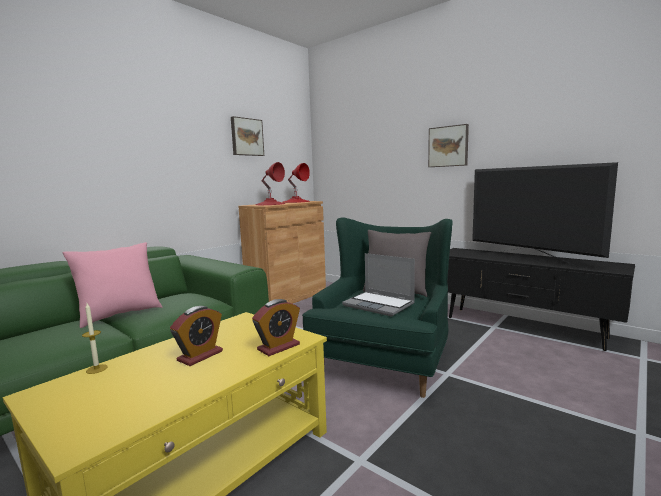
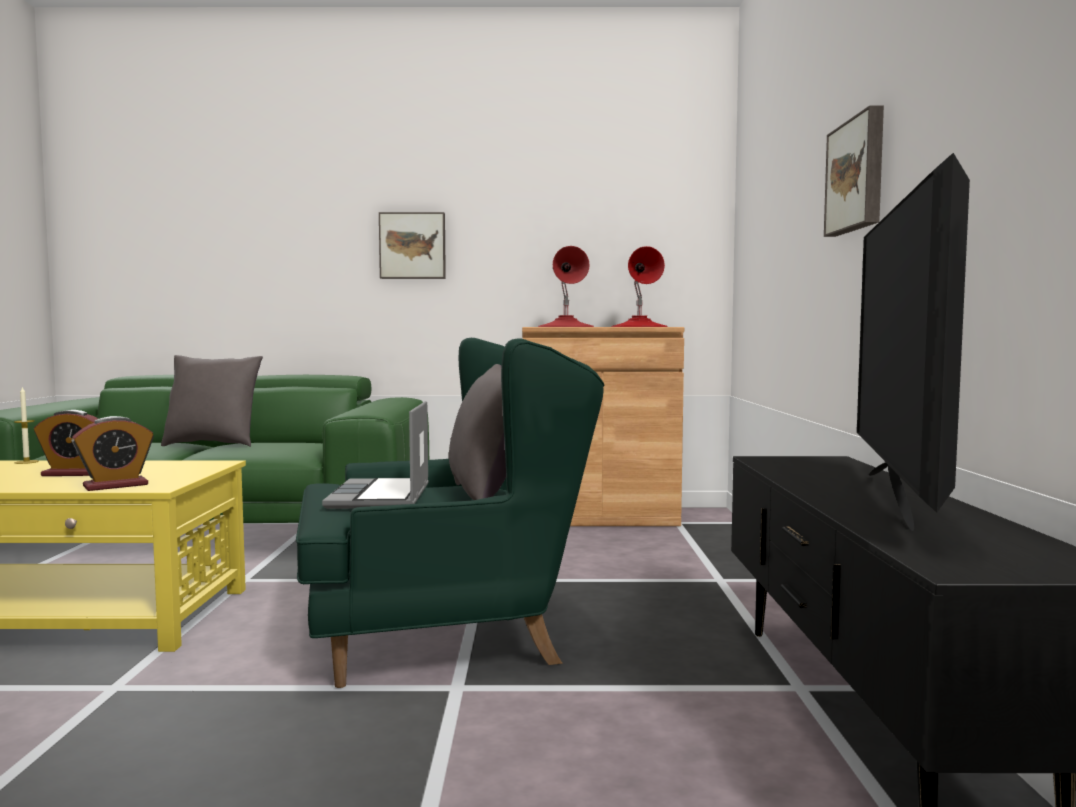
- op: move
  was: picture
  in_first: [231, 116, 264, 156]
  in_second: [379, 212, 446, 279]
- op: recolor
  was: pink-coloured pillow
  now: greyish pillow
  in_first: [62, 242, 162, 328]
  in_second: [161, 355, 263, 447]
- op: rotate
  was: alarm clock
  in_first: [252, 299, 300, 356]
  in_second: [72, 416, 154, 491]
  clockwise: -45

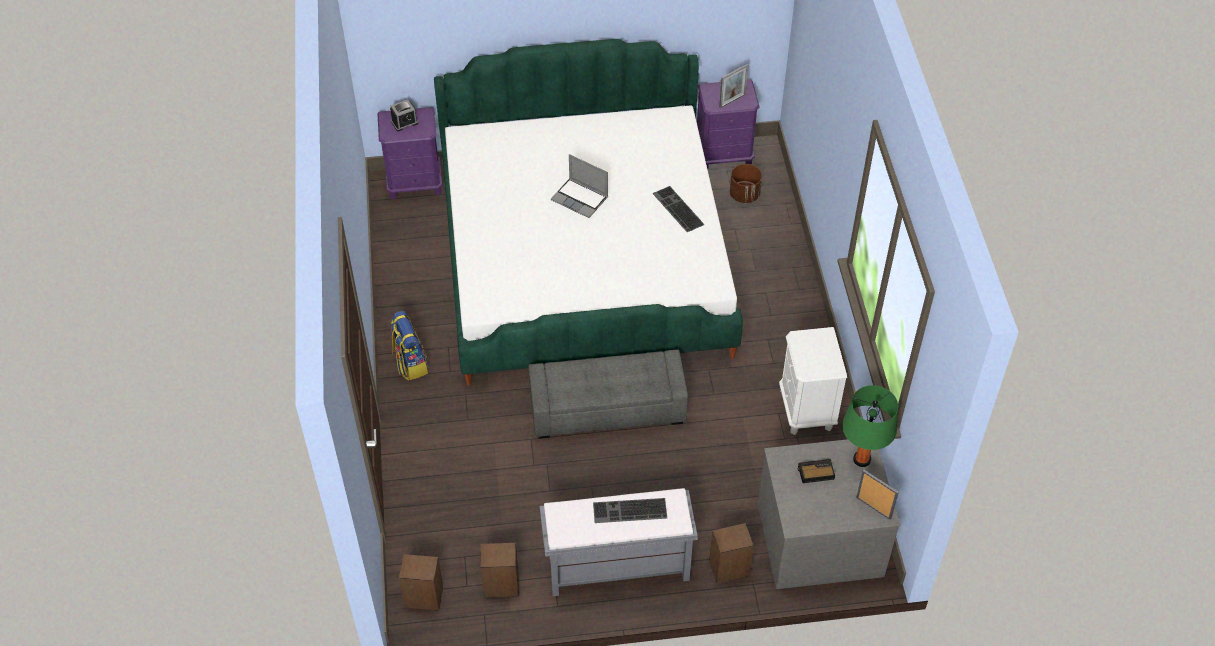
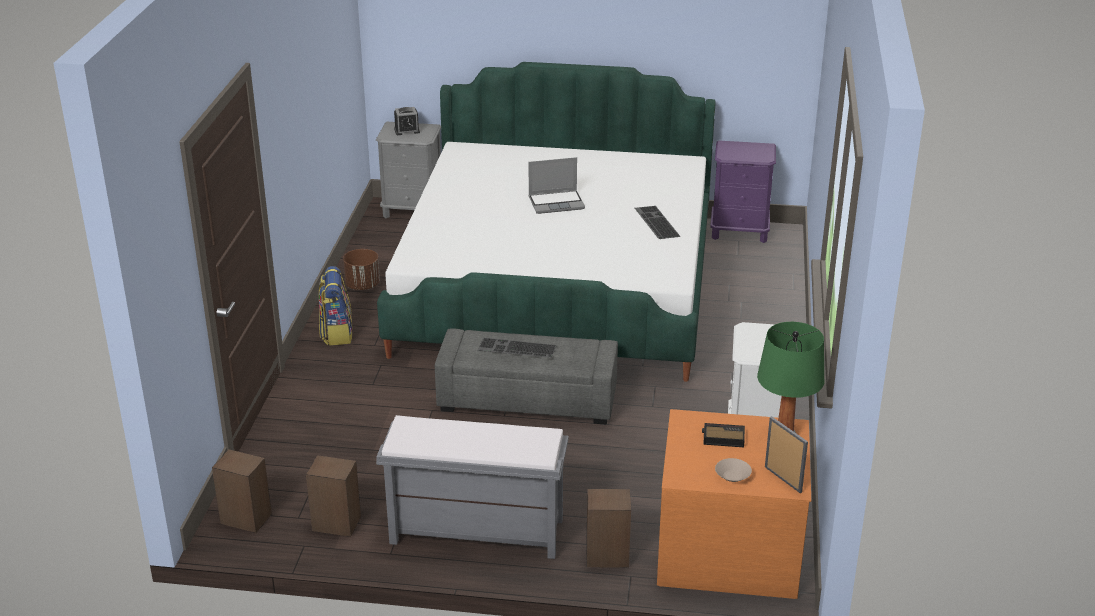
- op: delete
  was: photo frame
  in_first: [719, 64, 748, 108]
- op: insert
  now: beige serving bowl
  in_second: [715, 458, 752, 482]
- op: move
  was: PC keyboard
  in_first: [593, 498, 667, 523]
  in_second: [478, 338, 556, 358]
- op: move
  was: brownish flower pot
  in_first: [730, 164, 762, 203]
  in_second: [343, 249, 380, 290]
- op: recolor
  was: purple-coloured bedside table
  now: greyish bedside table
  in_first: [377, 107, 442, 200]
  in_second: [376, 121, 441, 218]
- op: recolor
  was: greyish dresser
  now: orangey dresser
  in_first: [758, 439, 900, 589]
  in_second: [657, 409, 811, 599]
- op: rotate
  was: notebook computer
  in_first: [551, 154, 608, 218]
  in_second: [529, 157, 585, 214]
  clockwise: -60

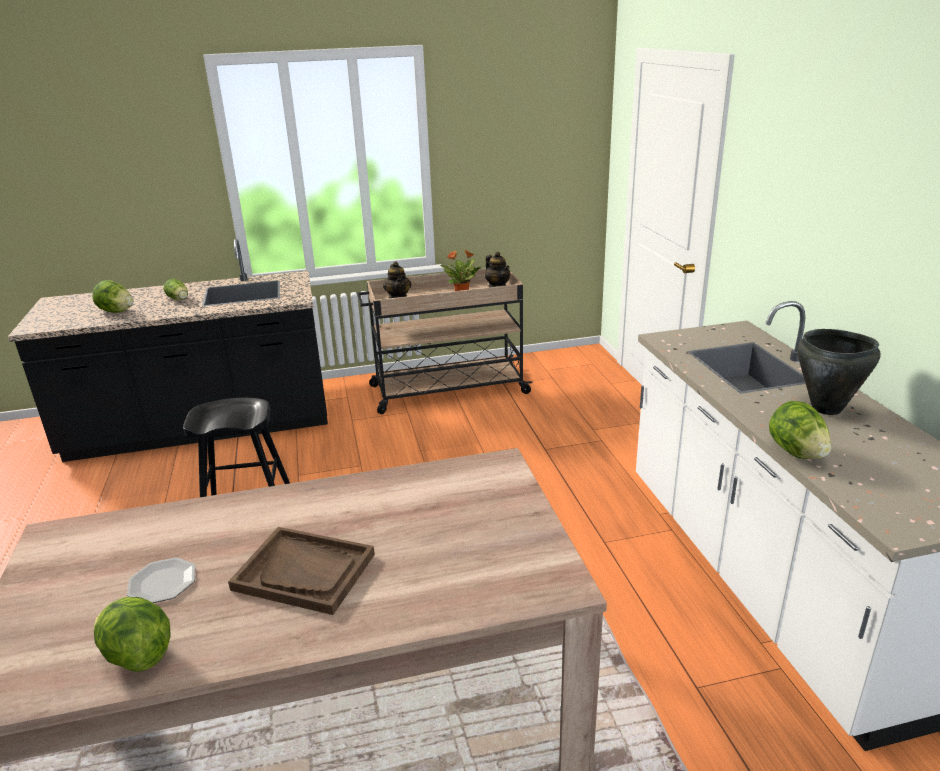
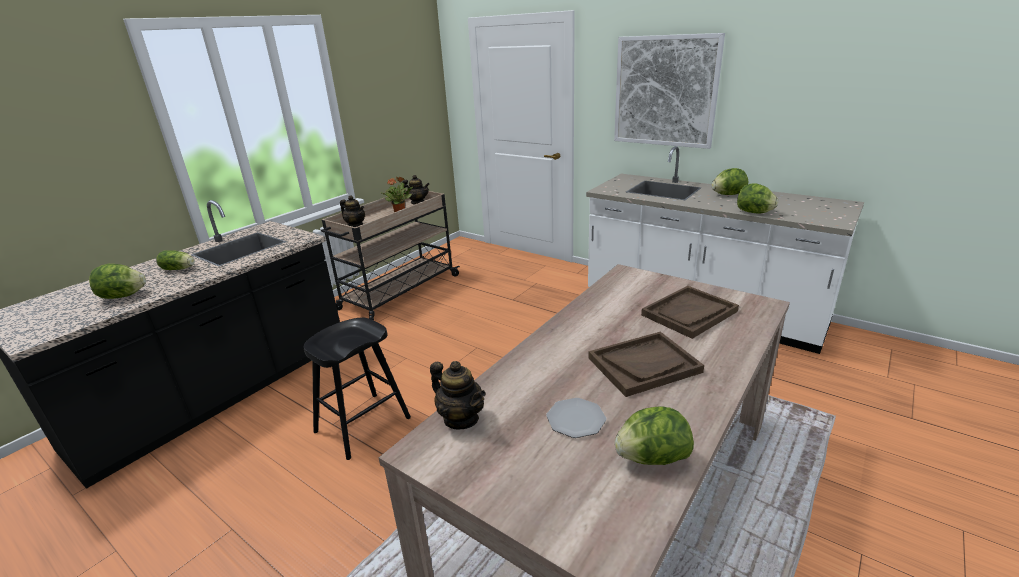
- op: insert
  now: pot for tea
  in_second: [430, 361, 486, 429]
- op: insert
  now: picture
  in_second: [614, 33, 725, 149]
- op: insert
  now: brownish tray
  in_second: [641, 286, 739, 339]
- op: replace
  was: blackish stockpot
  now: head of lettuce
  in_first: [797, 329, 881, 415]
  in_second: [712, 168, 748, 195]

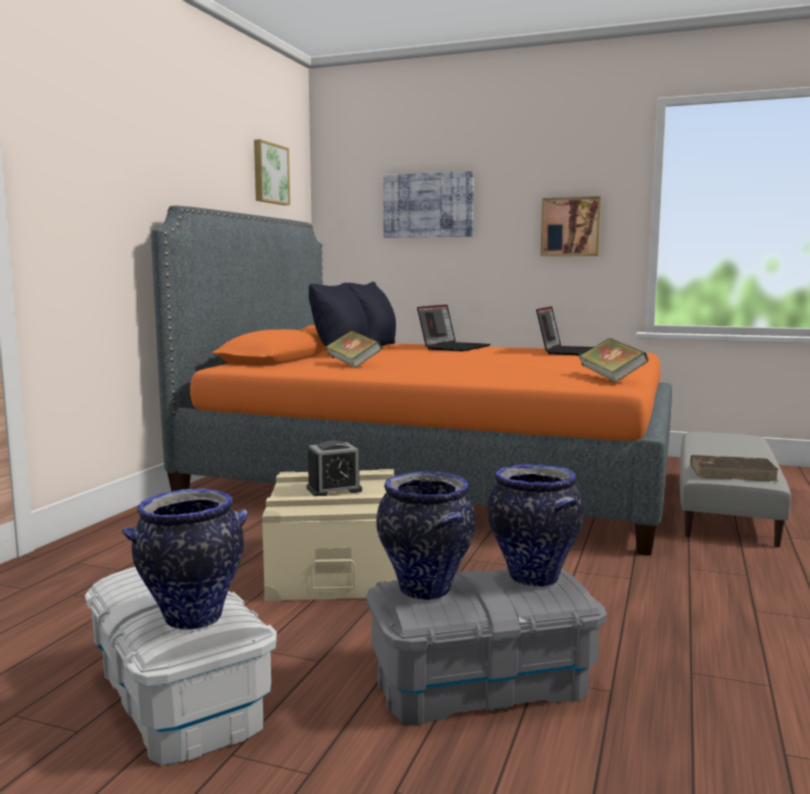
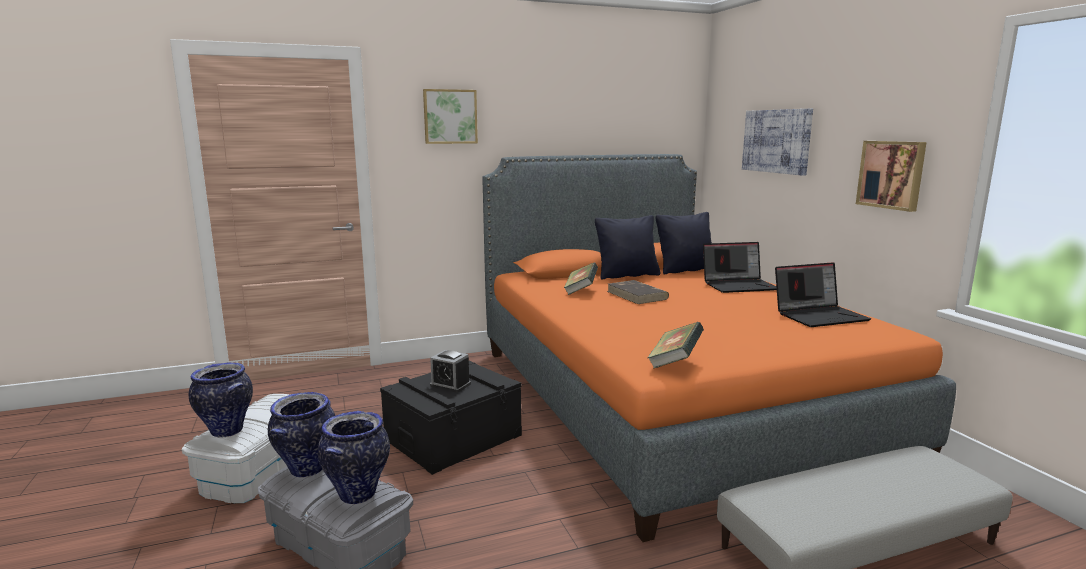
- op: move
  was: picture
  in_first: [254, 139, 290, 205]
  in_second: [423, 89, 478, 144]
- op: move
  was: brownish book
  in_first: [691, 455, 779, 481]
  in_second: [607, 280, 669, 304]
- op: recolor
  was: beige storage container
  now: blackish storage container
  in_first: [262, 469, 398, 601]
  in_second: [380, 361, 522, 475]

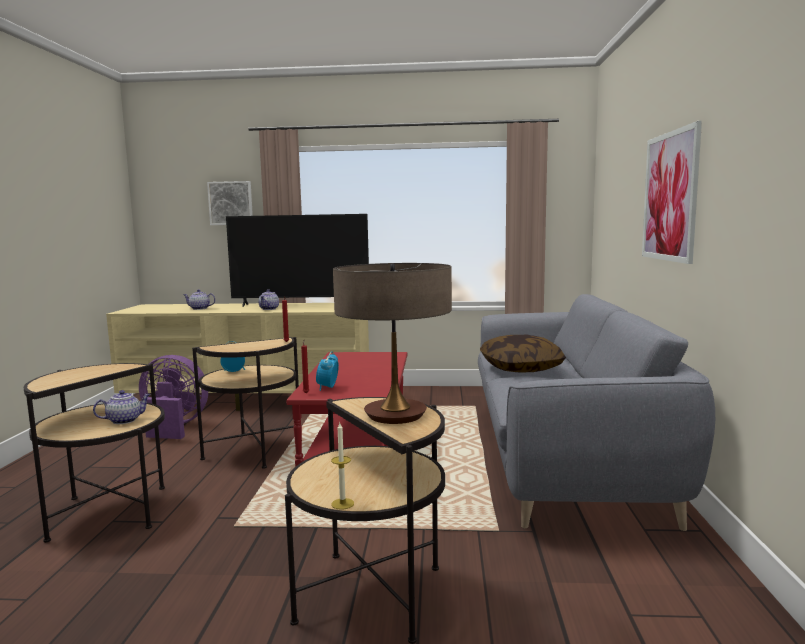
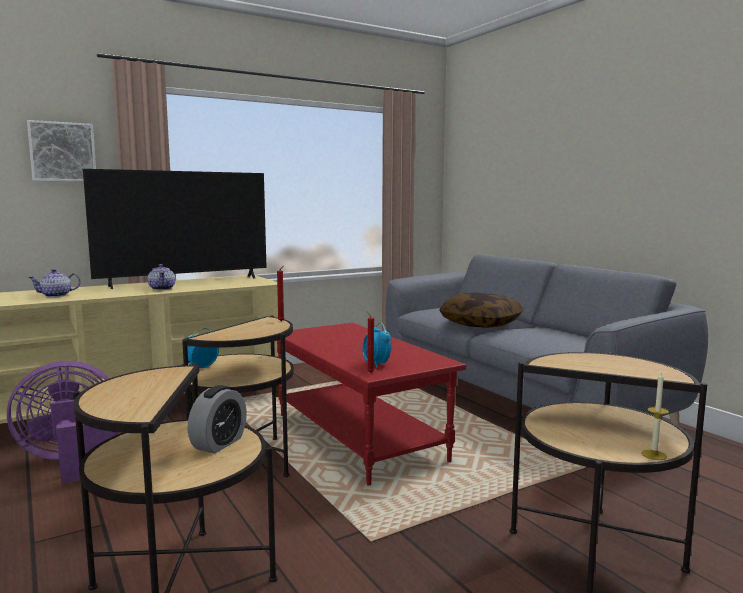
- op: delete
  was: tabletop lamp
  in_first: [333, 263, 452, 424]
- op: delete
  was: picture
  in_first: [642, 121, 702, 264]
- op: replace
  was: pot for tea
  now: alarm clock
  in_first: [93, 390, 151, 424]
  in_second: [187, 385, 247, 453]

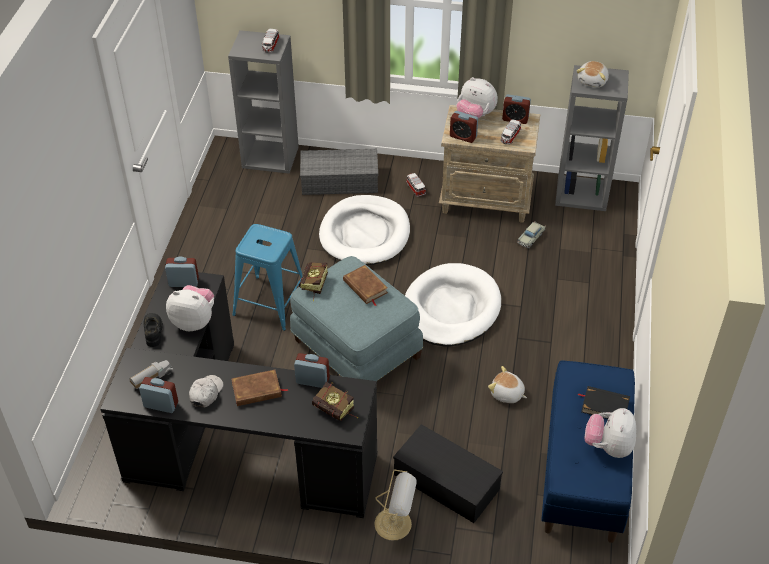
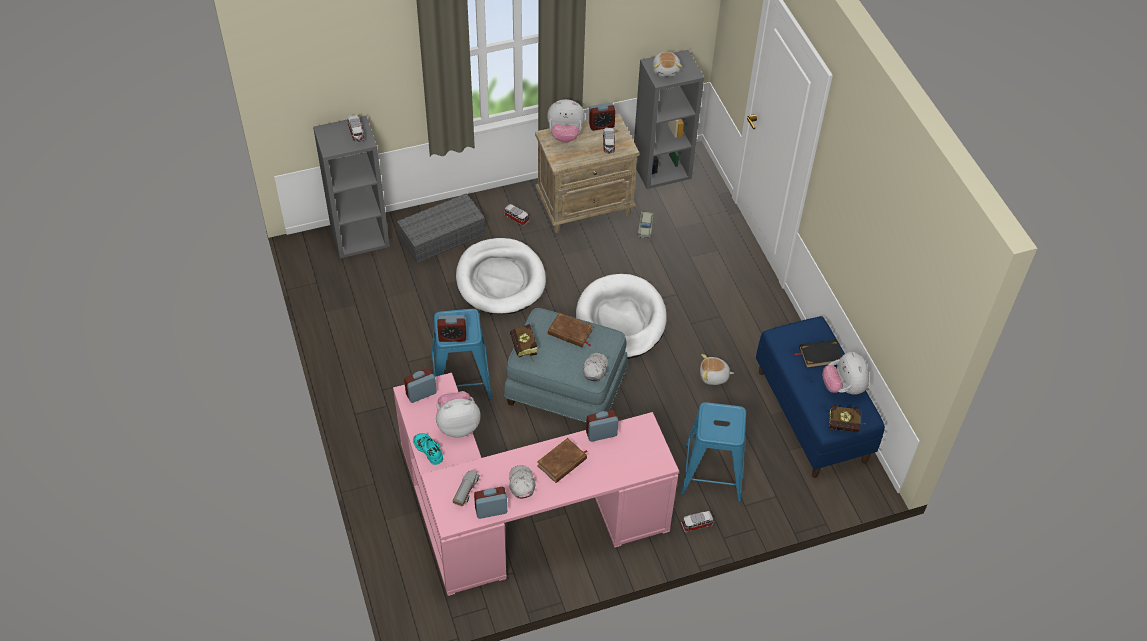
- op: insert
  now: whitish cap
  in_second: [583, 353, 608, 381]
- op: move
  was: book
  in_first: [312, 382, 359, 420]
  in_second: [829, 404, 866, 432]
- op: move
  was: alarm clock
  in_first: [450, 111, 478, 143]
  in_second: [437, 315, 466, 342]
- op: replace
  was: tabletop lamp
  now: model car
  in_first: [374, 469, 417, 541]
  in_second: [681, 511, 714, 533]
- op: replace
  was: blackish storage container
  now: blue stool seat
  in_first: [393, 424, 503, 523]
  in_second: [681, 402, 746, 502]
- op: recolor
  was: blackish desk unit
  now: pink-coloured desk unit
  in_first: [100, 268, 378, 518]
  in_second: [393, 373, 679, 596]
- op: recolor
  was: blackish low shoe
  now: blue-green low shoe
  in_first: [144, 313, 163, 347]
  in_second: [413, 433, 443, 465]

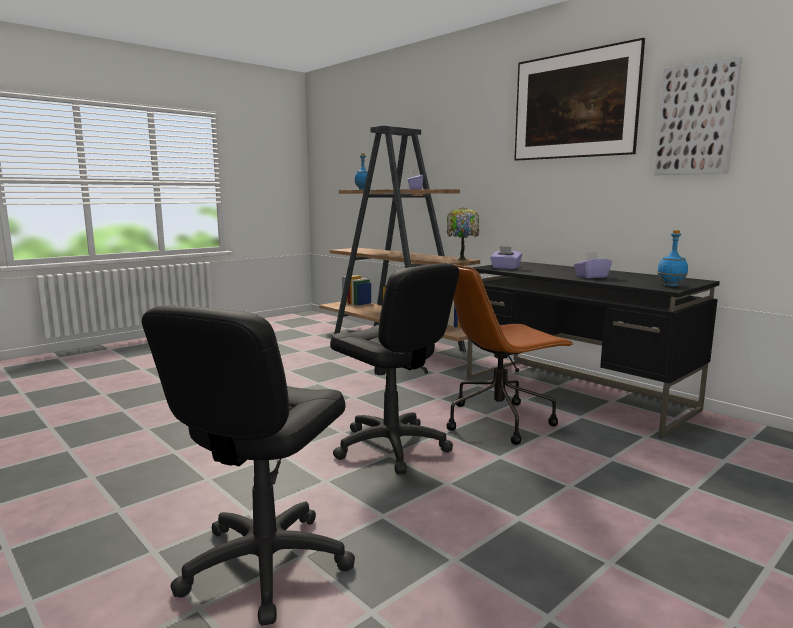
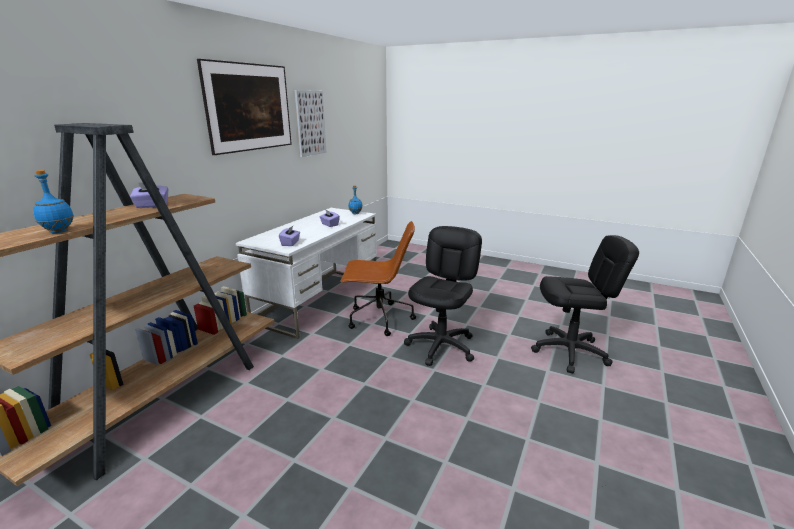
- op: delete
  was: tabletop lamp
  in_first: [447, 207, 479, 261]
- op: recolor
  was: blackish desk unit
  now: whitish desk unit
  in_first: [467, 261, 720, 437]
  in_second: [236, 208, 377, 339]
- op: rotate
  was: brownish office chair
  in_first: [445, 262, 573, 445]
  in_second: [340, 221, 416, 336]
  clockwise: -45

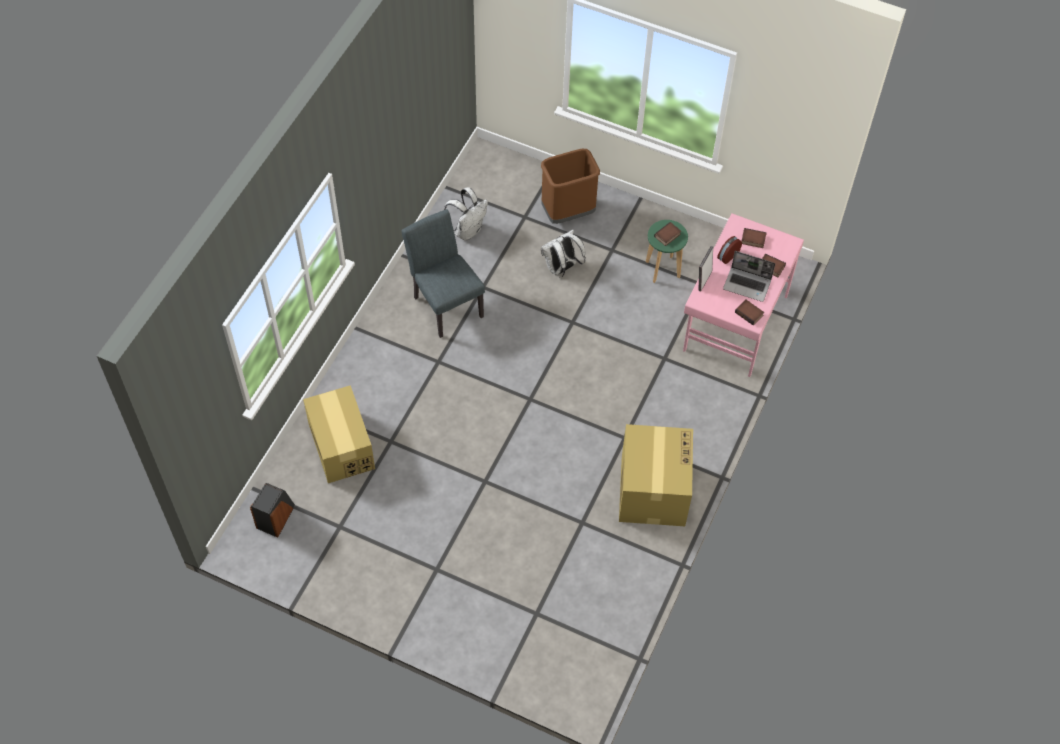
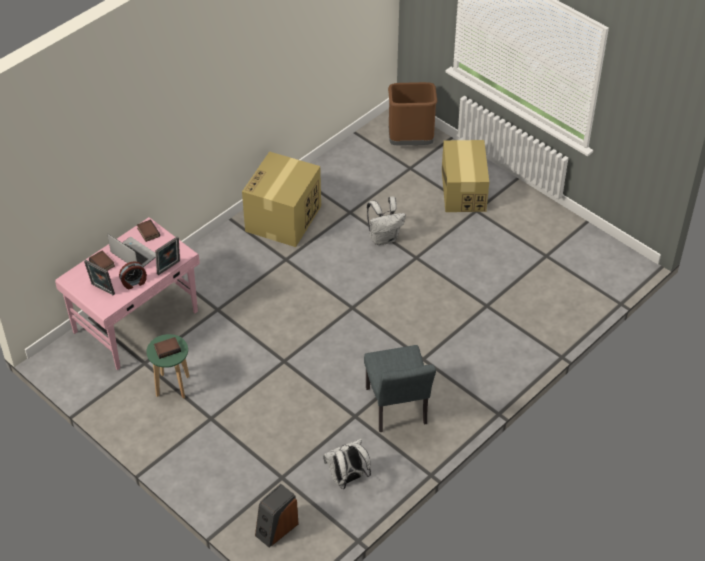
- op: move
  was: speaker
  in_first: [250, 483, 295, 537]
  in_second: [255, 484, 298, 548]
- op: move
  was: cardboard box
  in_first: [303, 385, 375, 483]
  in_second: [442, 140, 489, 212]
- op: move
  was: brownish waste bin
  in_first: [541, 149, 600, 224]
  in_second: [388, 82, 437, 146]
- op: move
  was: whitish knapsack
  in_first: [541, 230, 586, 278]
  in_second: [367, 196, 406, 245]
- op: replace
  was: book
  now: photo frame
  in_first: [742, 228, 767, 248]
  in_second: [84, 260, 115, 296]

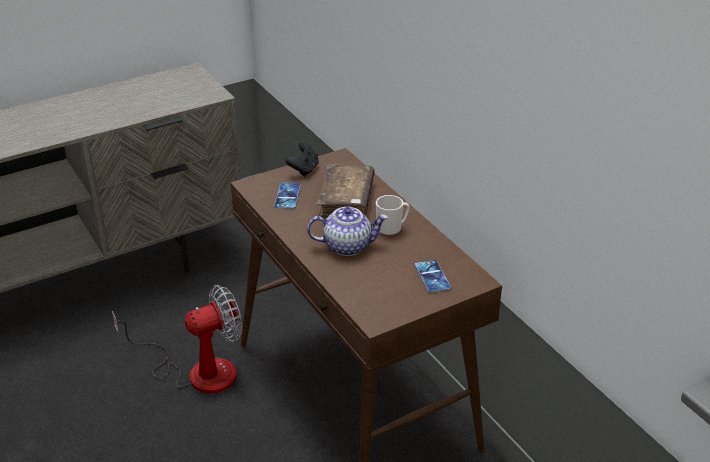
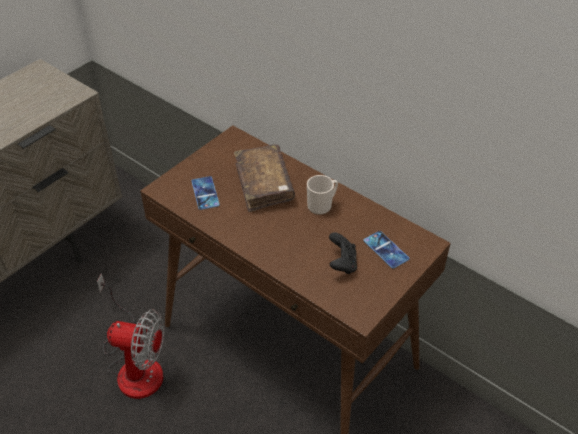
- op: delete
  was: pot for tea
  in_first: [307, 207, 388, 256]
- op: move
  was: blackish joypad
  in_first: [286, 142, 319, 177]
  in_second: [329, 232, 357, 274]
- op: rotate
  was: electric fan
  in_first: [112, 285, 242, 394]
  in_second: [97, 273, 164, 399]
  clockwise: 60

